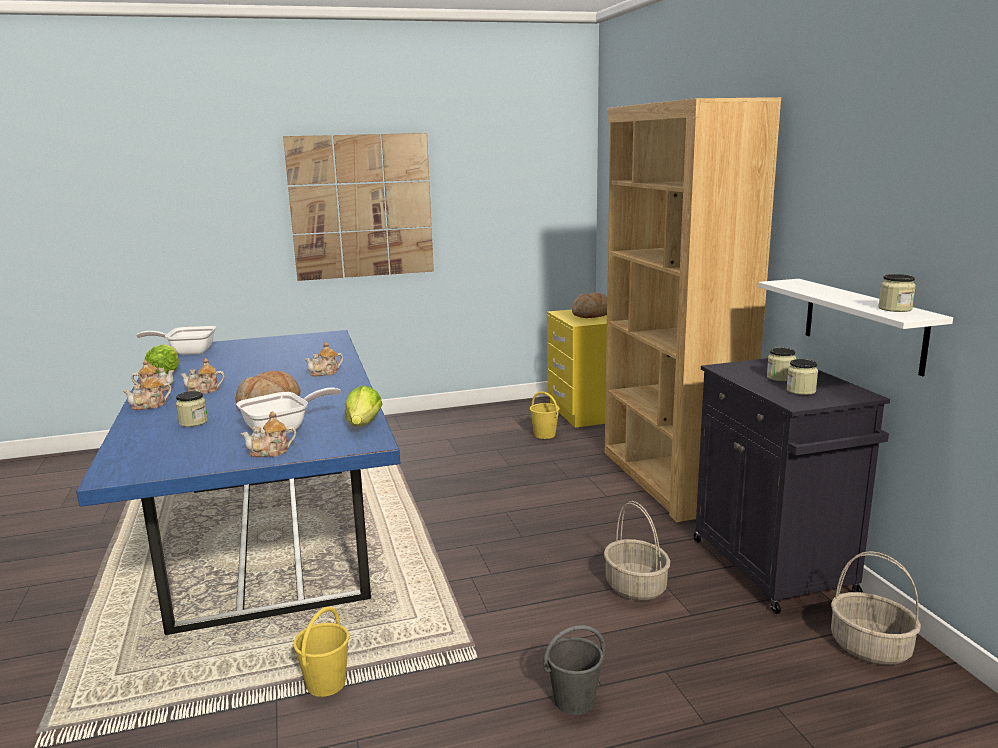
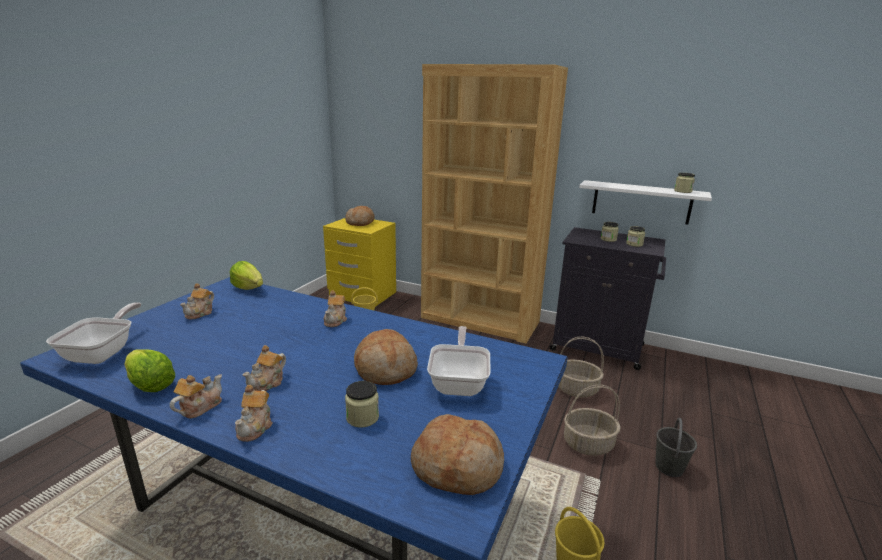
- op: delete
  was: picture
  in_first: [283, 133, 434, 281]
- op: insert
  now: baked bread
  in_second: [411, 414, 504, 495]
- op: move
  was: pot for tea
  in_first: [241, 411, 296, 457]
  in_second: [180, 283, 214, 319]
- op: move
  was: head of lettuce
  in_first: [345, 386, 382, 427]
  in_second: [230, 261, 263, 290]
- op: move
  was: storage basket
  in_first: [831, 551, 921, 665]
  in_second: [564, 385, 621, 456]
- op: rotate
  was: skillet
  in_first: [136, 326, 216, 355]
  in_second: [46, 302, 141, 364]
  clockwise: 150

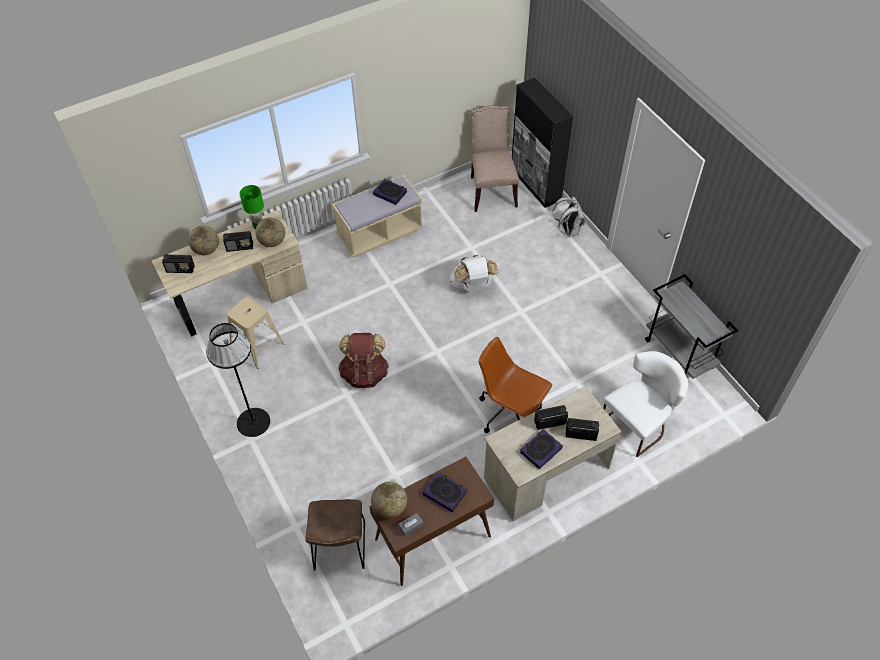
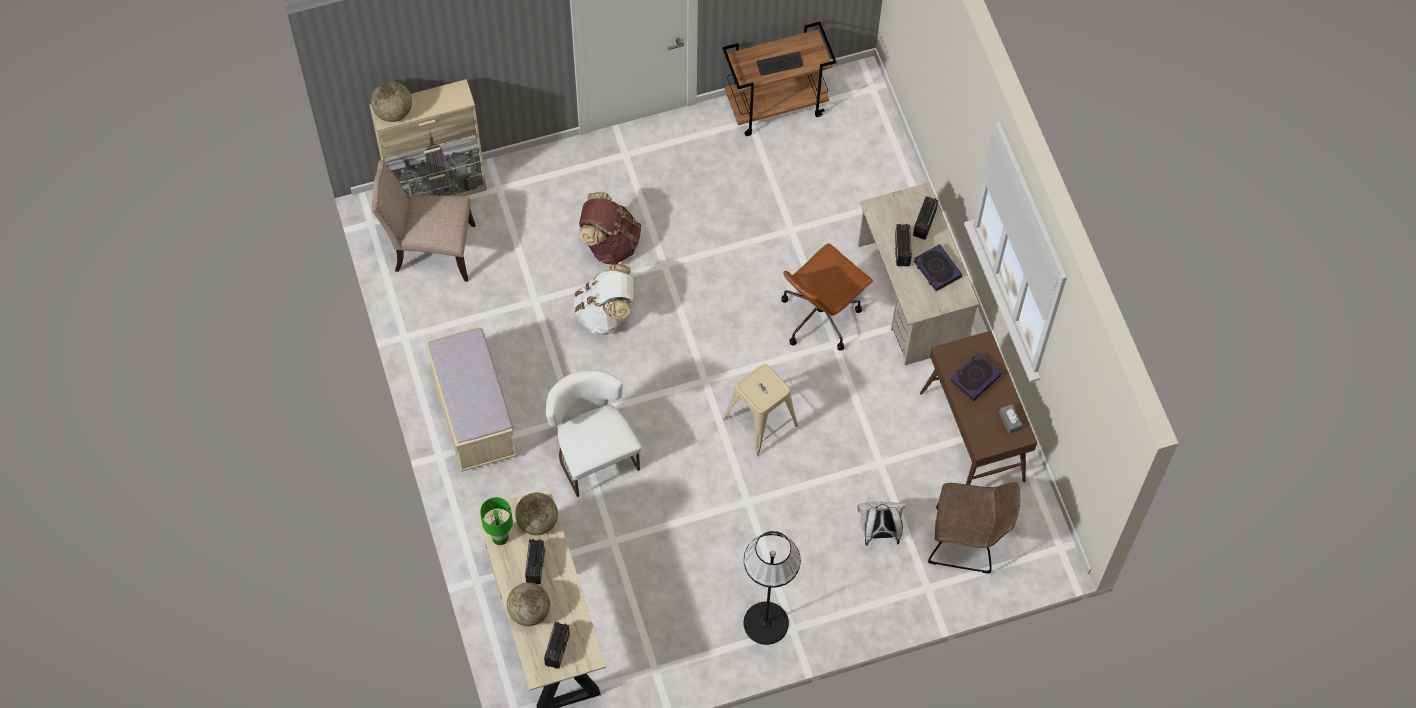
- op: delete
  was: book
  in_first: [373, 179, 407, 205]
- op: insert
  now: PC keyboard
  in_second: [757, 52, 803, 75]
- op: move
  was: beige stool seat
  in_first: [227, 297, 285, 369]
  in_second: [723, 364, 798, 456]
- op: move
  was: brownish knapsack
  in_first: [338, 333, 389, 388]
  in_second: [579, 192, 641, 265]
- op: move
  was: globe
  in_first: [371, 482, 407, 519]
  in_second: [371, 81, 412, 122]
- op: move
  was: whitish knapsack
  in_first: [552, 197, 584, 237]
  in_second: [858, 502, 906, 546]
- op: move
  was: whitish chair
  in_first: [603, 351, 688, 457]
  in_second: [546, 370, 641, 497]
- op: recolor
  was: blackish storage cabinet
  now: beige storage cabinet
  in_first: [512, 78, 573, 208]
  in_second: [370, 79, 487, 197]
- op: recolor
  was: greyish wheeled cart
  now: brownish wheeled cart
  in_first: [645, 274, 738, 379]
  in_second: [722, 22, 836, 136]

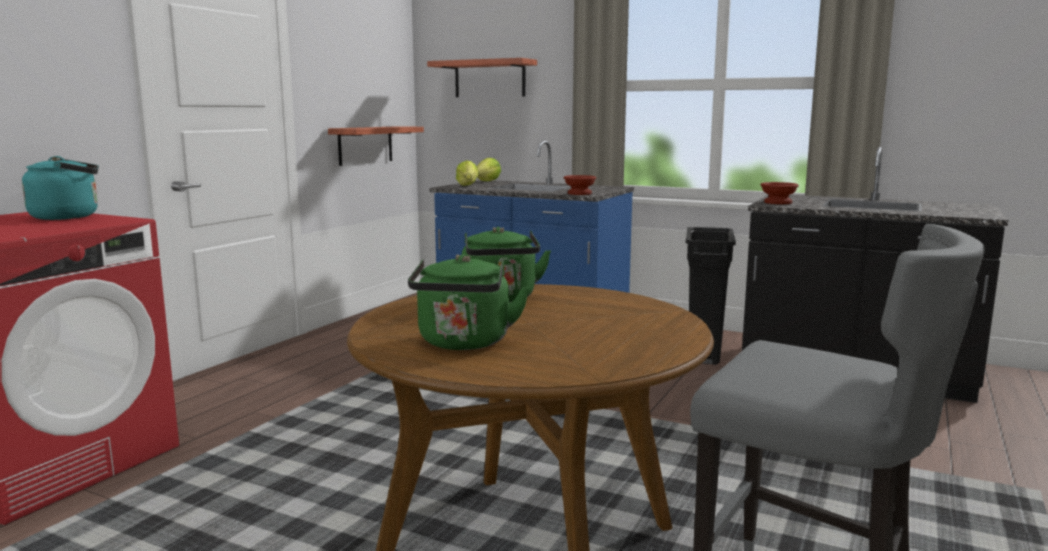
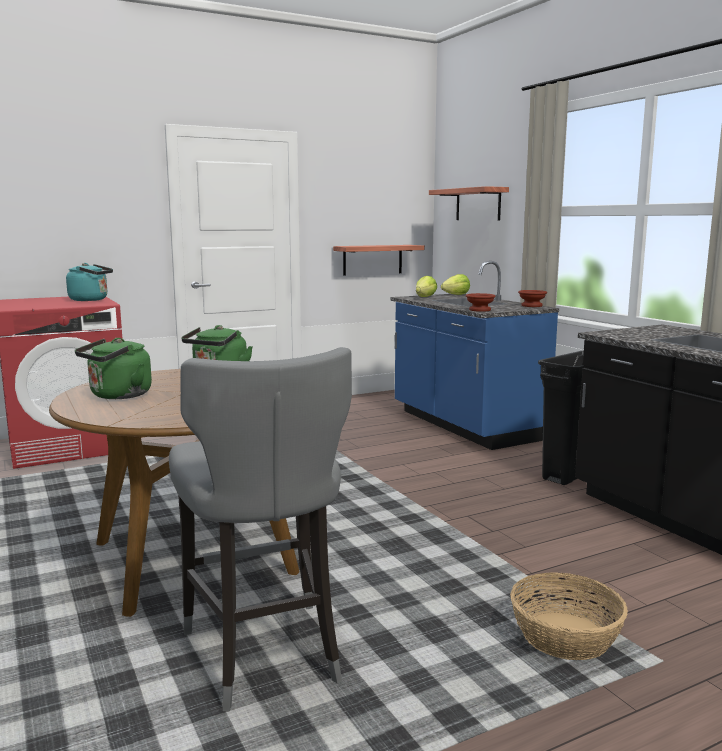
- op: insert
  now: storage basket
  in_second: [510, 572, 628, 660]
- op: move
  was: brownish serving bowl
  in_first: [760, 182, 799, 204]
  in_second: [518, 290, 547, 307]

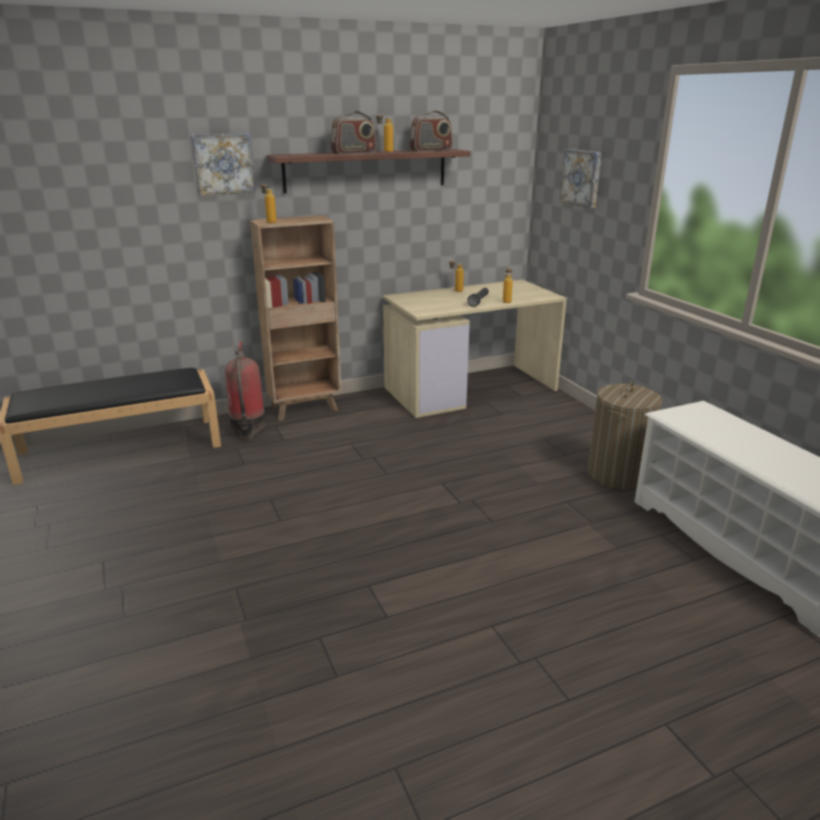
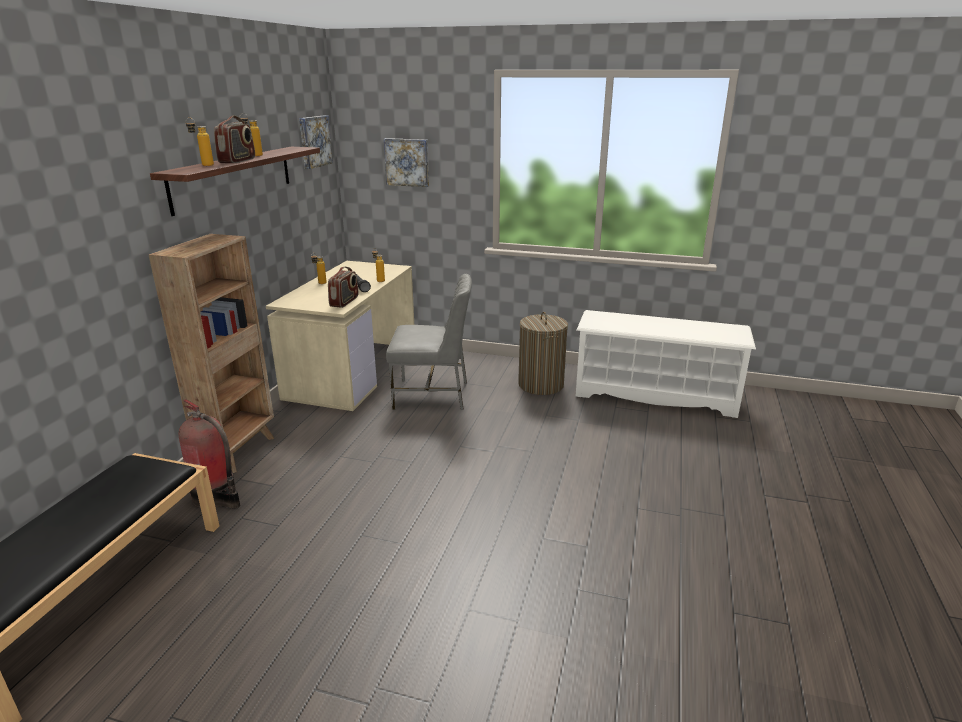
- op: insert
  now: greyish chair
  in_second: [386, 274, 472, 410]
- op: move
  was: picture
  in_first: [191, 133, 255, 196]
  in_second: [299, 115, 333, 169]
- op: move
  was: drink bottle
  in_first: [261, 182, 277, 223]
  in_second: [186, 118, 214, 166]
- op: move
  was: radio receiver
  in_first: [410, 110, 452, 151]
  in_second: [328, 267, 358, 308]

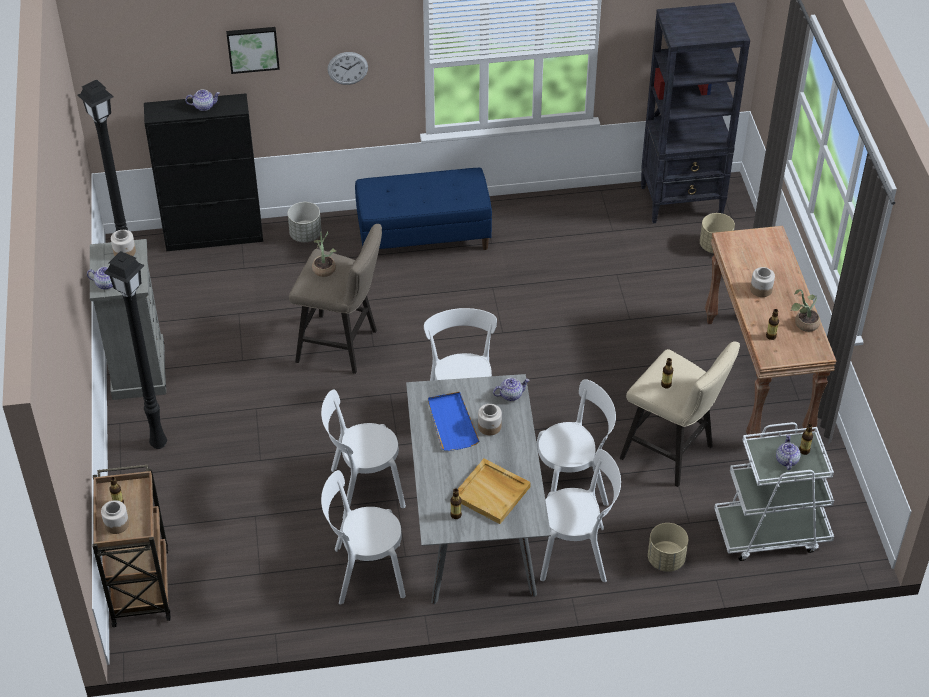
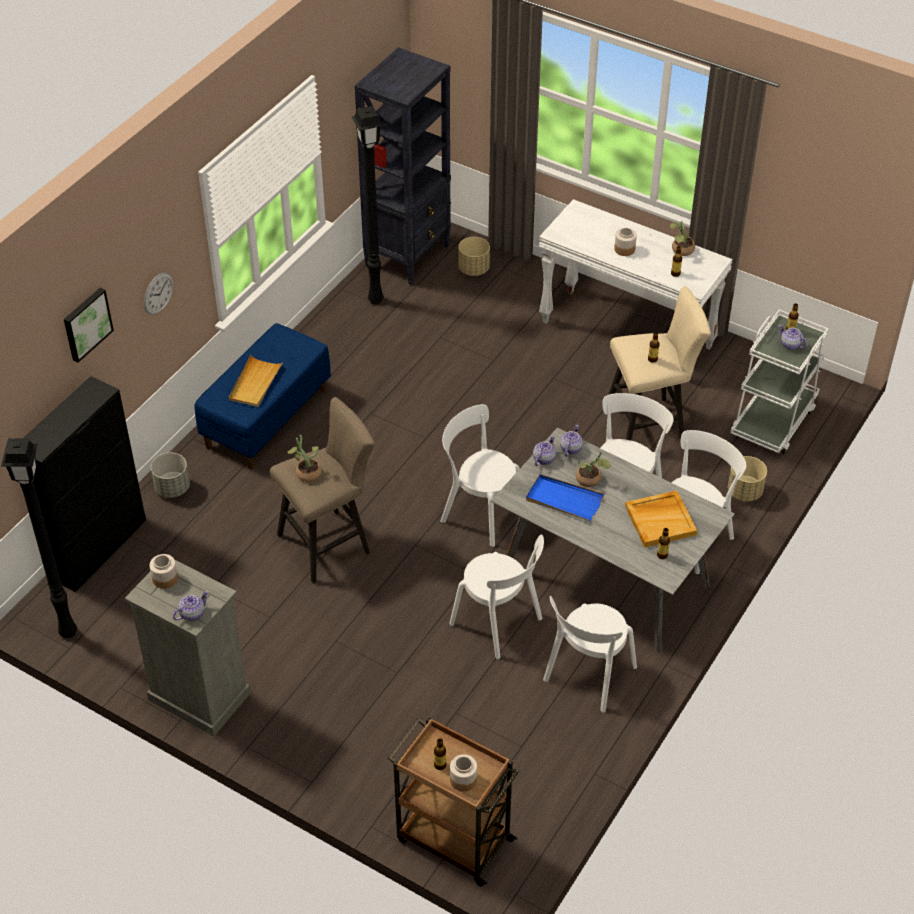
- op: insert
  now: beige tray
  in_second: [229, 355, 283, 407]
- op: move
  was: blackish standard lamp
  in_first: [104, 251, 167, 449]
  in_second: [352, 106, 384, 304]
- op: move
  was: pot for tea
  in_first: [186, 89, 220, 111]
  in_second: [533, 436, 556, 466]
- op: replace
  was: storage jar
  now: houseplant
  in_first: [478, 404, 502, 435]
  in_second: [576, 452, 612, 487]
- op: recolor
  was: brownish narrow table
  now: whitish narrow table
  in_first: [705, 226, 837, 439]
  in_second: [539, 199, 733, 350]
- op: rotate
  was: whitish chair
  in_first: [321, 389, 406, 517]
  in_second: [449, 534, 544, 660]
  clockwise: -75

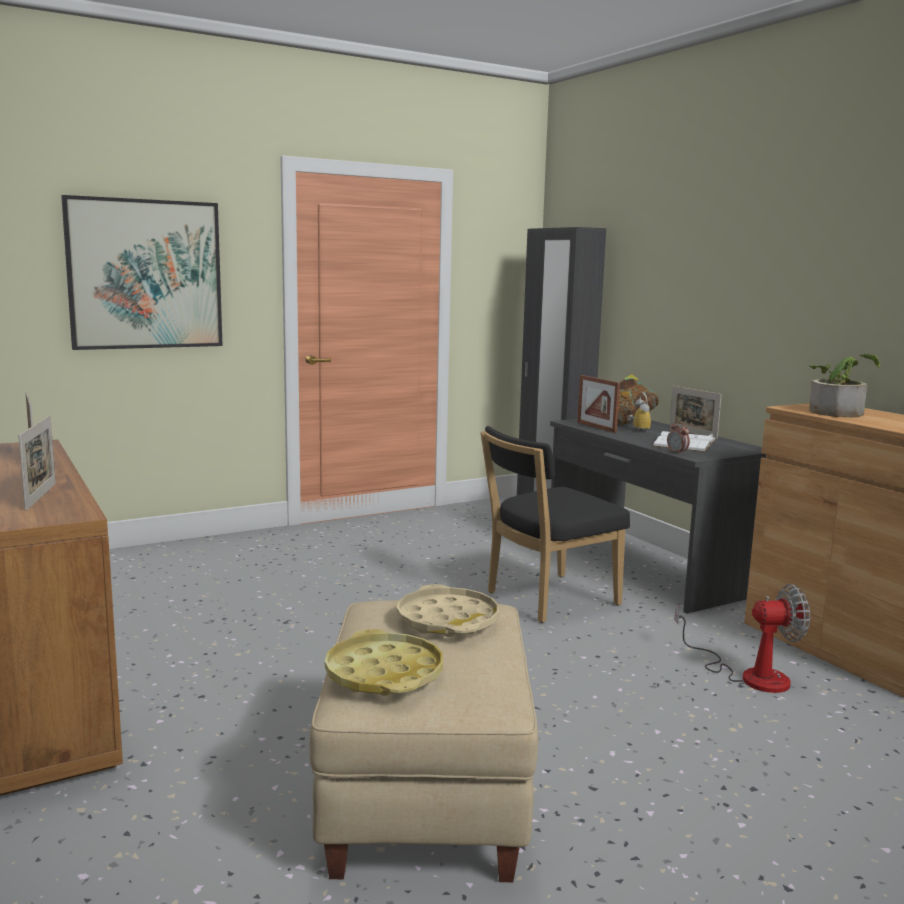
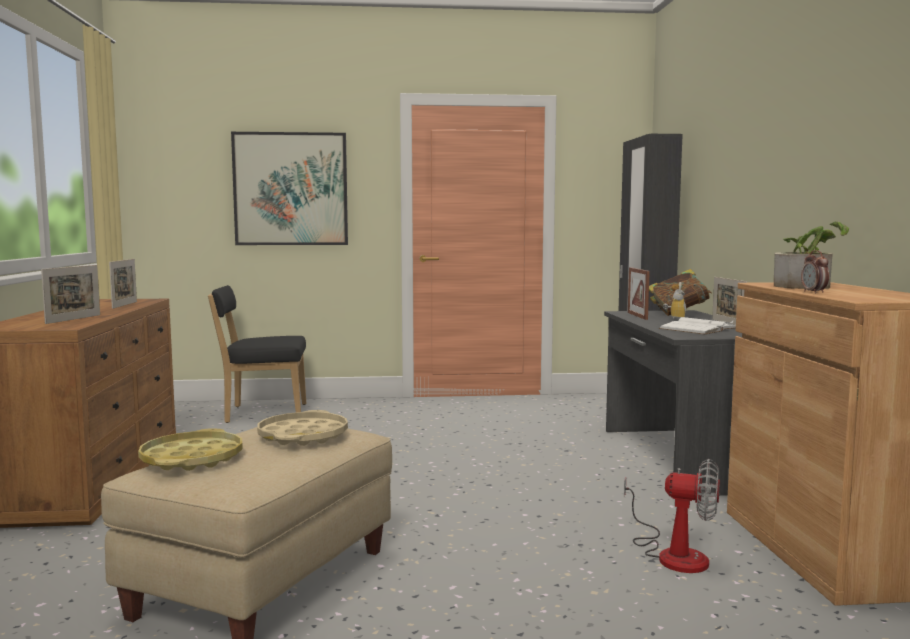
- op: move
  was: blackish chair
  in_first: [480, 426, 630, 623]
  in_second: [208, 285, 306, 423]
- op: move
  was: alarm clock
  in_first: [667, 421, 690, 455]
  in_second: [801, 250, 829, 294]

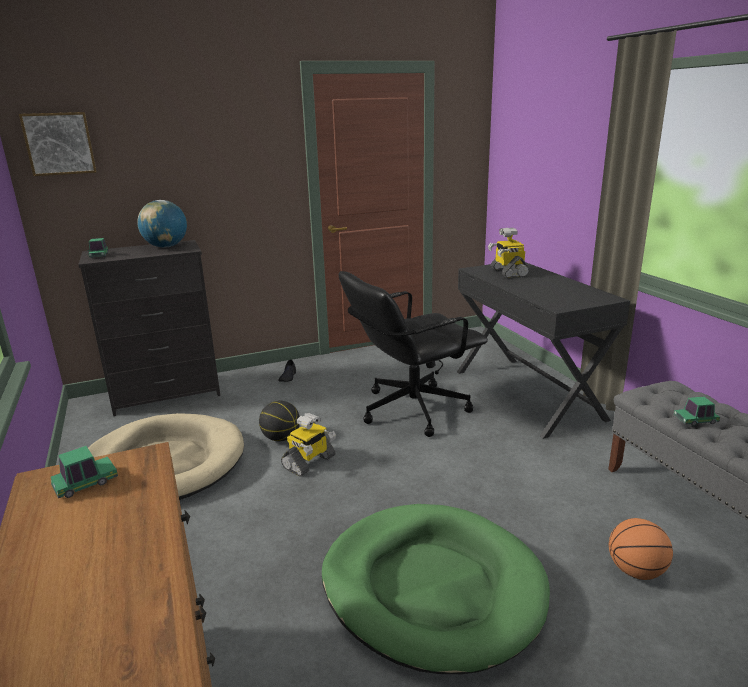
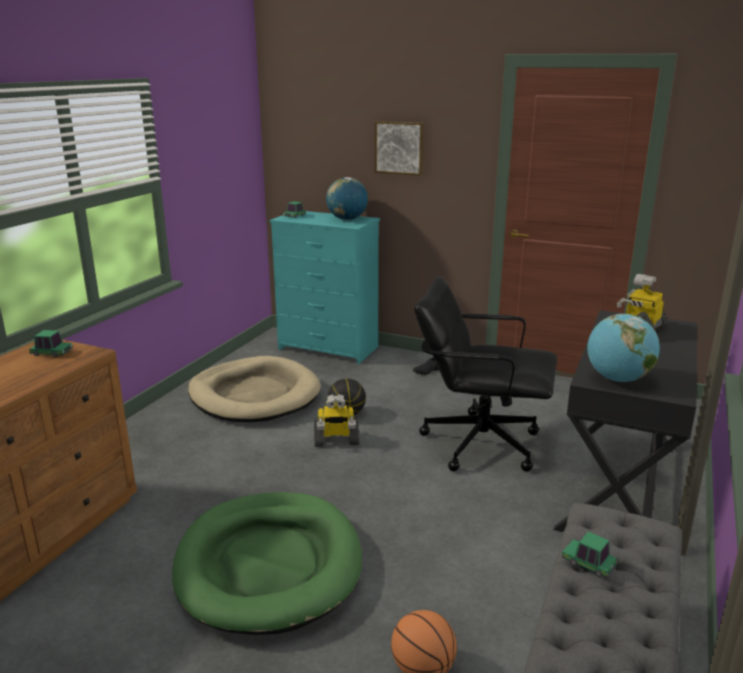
- op: insert
  now: globe
  in_second: [588, 314, 660, 382]
- op: move
  was: picture
  in_first: [19, 112, 97, 176]
  in_second: [375, 121, 424, 176]
- op: recolor
  was: blackish dresser
  now: blue-green dresser
  in_first: [78, 240, 220, 416]
  in_second: [270, 211, 380, 364]

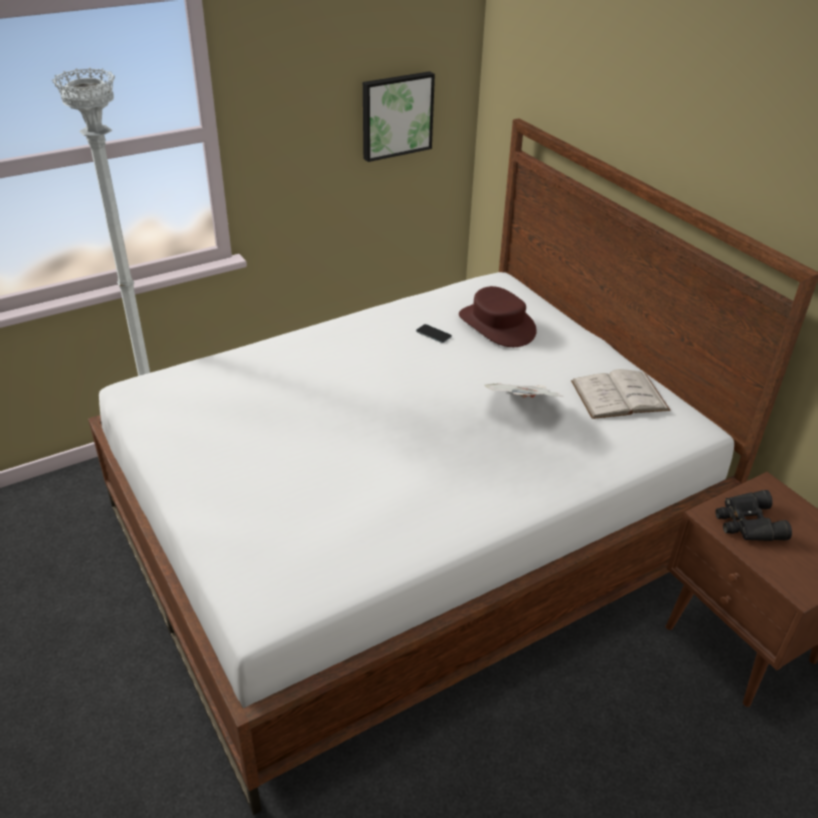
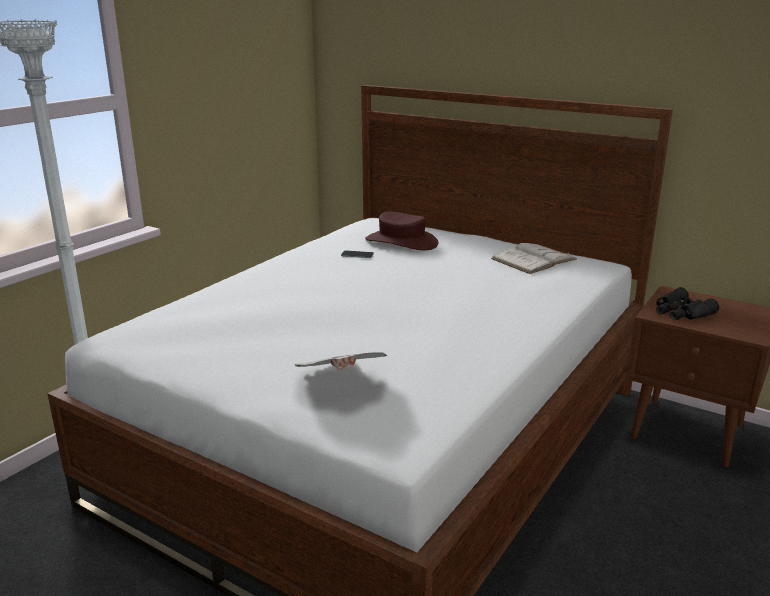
- op: delete
  was: picture
  in_first: [363, 71, 435, 162]
- op: move
  was: printed paper
  in_first: [485, 383, 565, 398]
  in_second: [295, 352, 387, 370]

